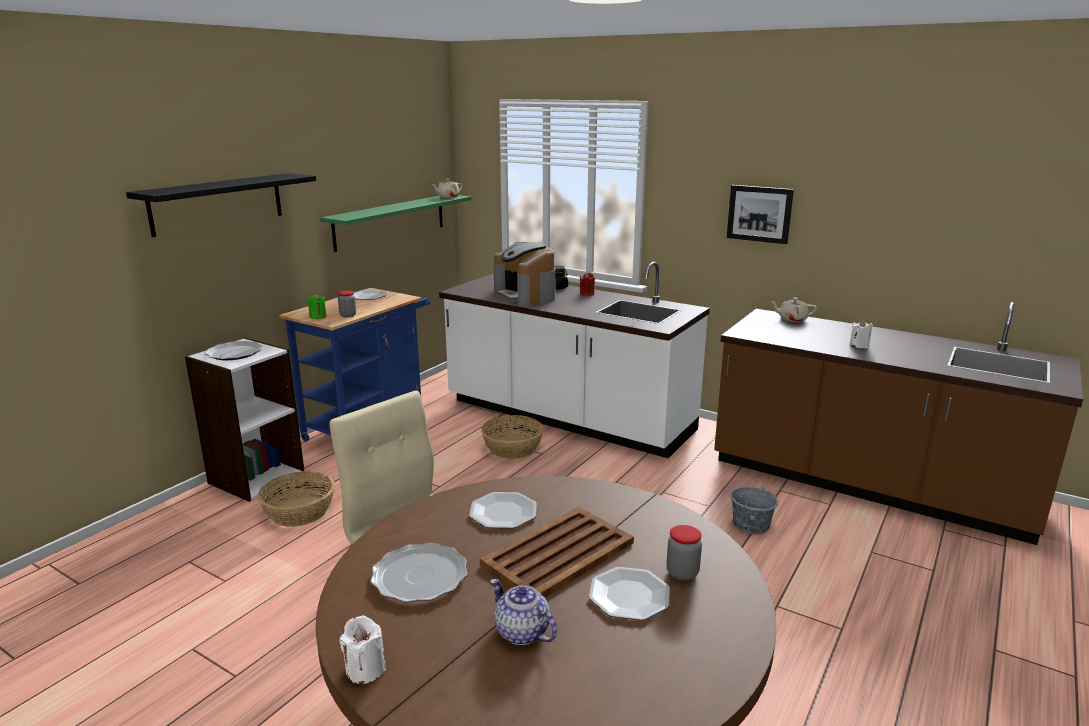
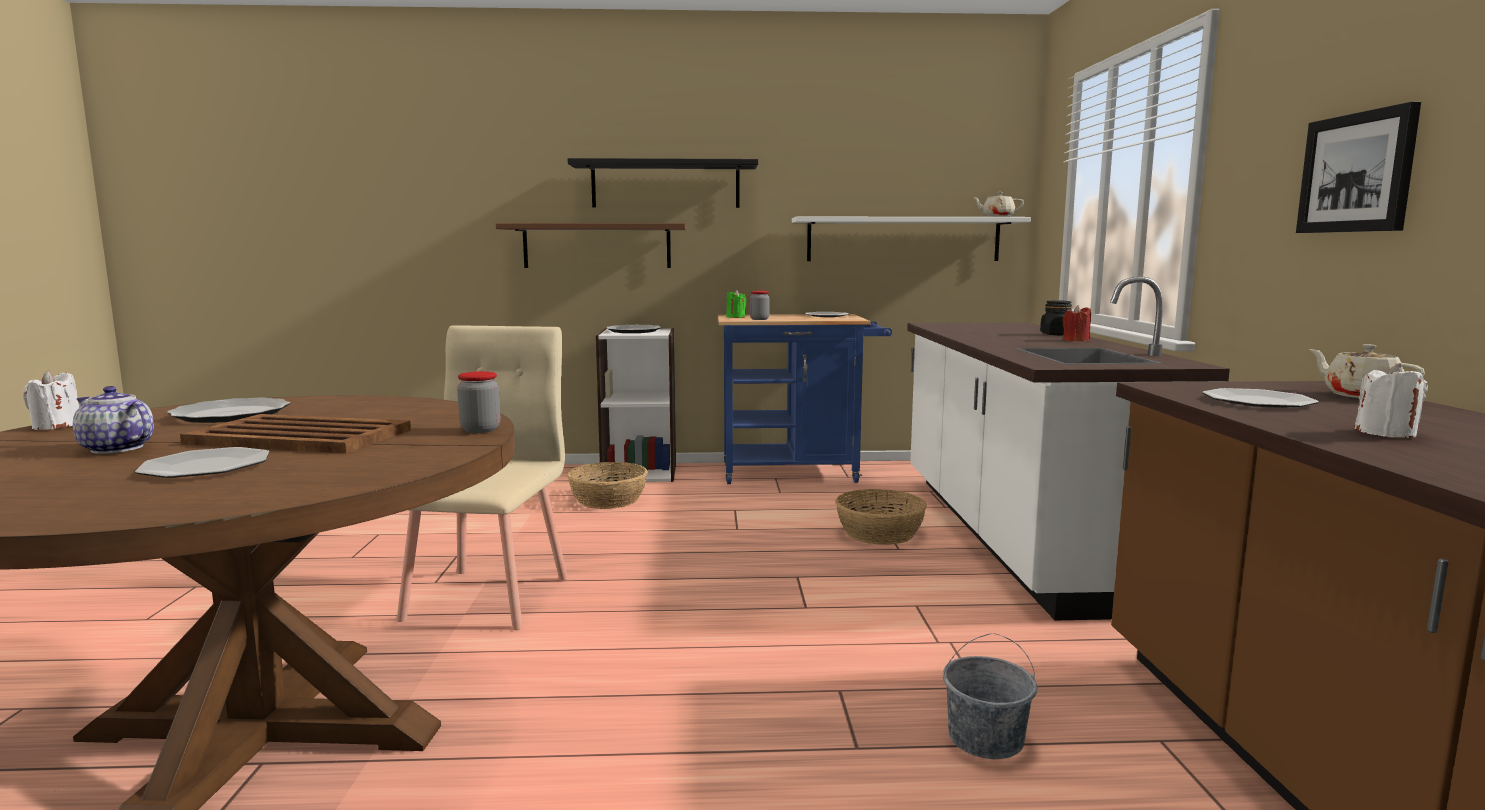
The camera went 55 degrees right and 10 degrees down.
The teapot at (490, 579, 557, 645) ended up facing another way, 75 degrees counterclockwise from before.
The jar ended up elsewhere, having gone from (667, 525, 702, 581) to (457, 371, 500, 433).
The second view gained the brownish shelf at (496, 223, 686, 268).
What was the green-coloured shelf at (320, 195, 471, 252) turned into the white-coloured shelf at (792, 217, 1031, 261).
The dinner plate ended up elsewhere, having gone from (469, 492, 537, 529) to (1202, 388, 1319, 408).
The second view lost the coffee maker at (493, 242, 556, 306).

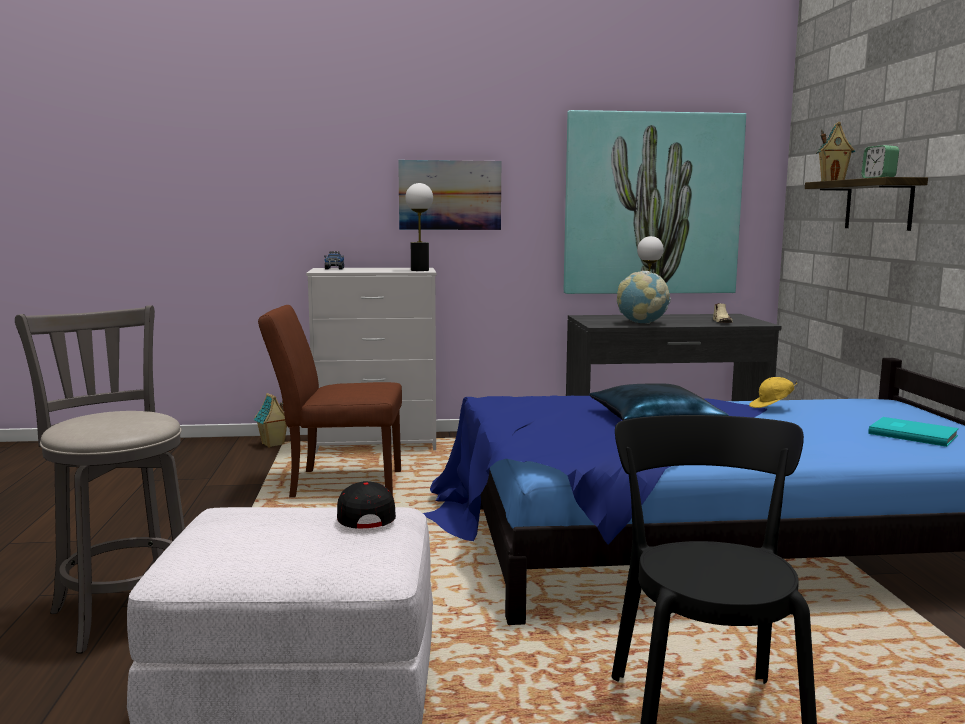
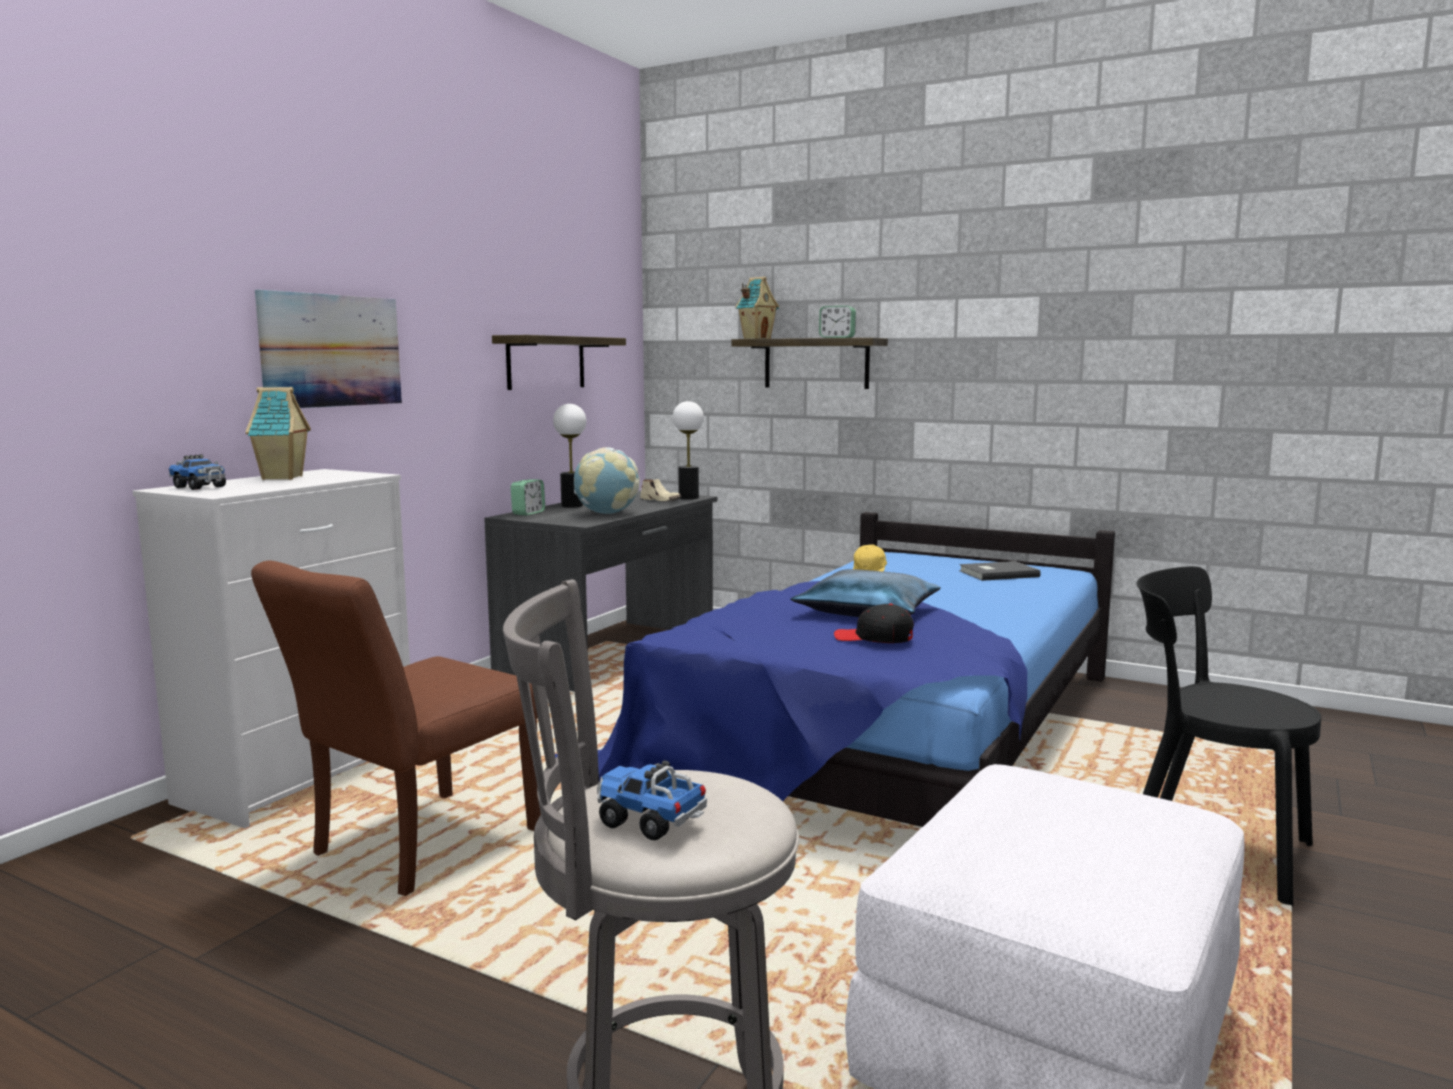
The camera went 55 degrees left and 0 degrees up.
The miniature house ended up elsewhere, having gone from (254, 393, 287, 448) to (245, 387, 311, 480).
Where the picture hung at (564, 110, 746, 294), the shelf came to hang at (492, 335, 626, 390).
The second view gained the bedside clock at (511, 480, 545, 515).
The second view gained the toy truck at (597, 760, 707, 840).
The tabletop lamp ended up elsewhere, having gone from (405, 183, 433, 271) to (673, 401, 704, 499).
The black baseball cap ended up elsewhere, having gone from (337, 481, 396, 529) to (834, 603, 914, 643).
What was the blue-green book at (868, 417, 959, 447) turned into the grey book at (959, 561, 1041, 581).

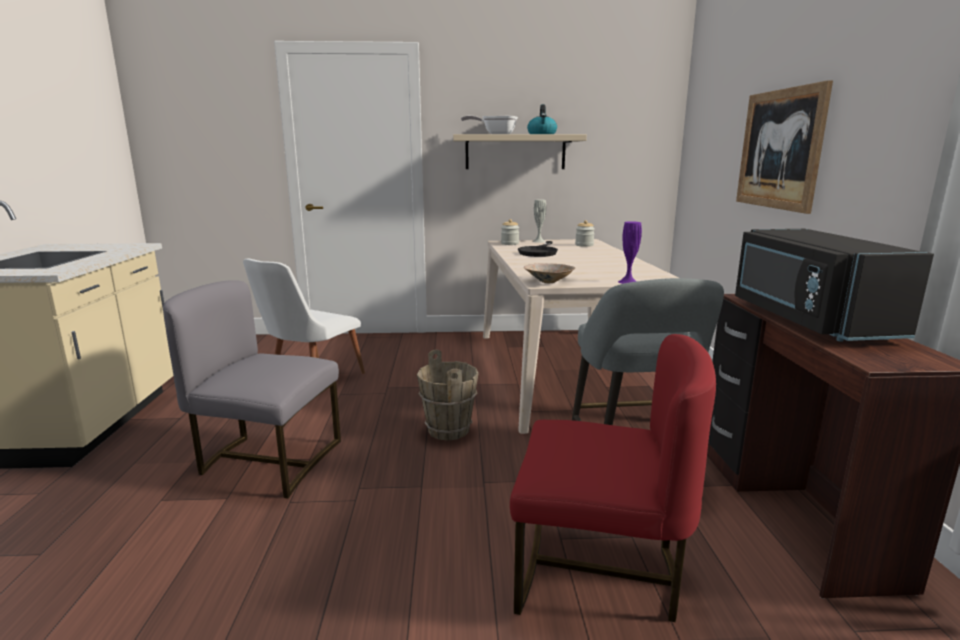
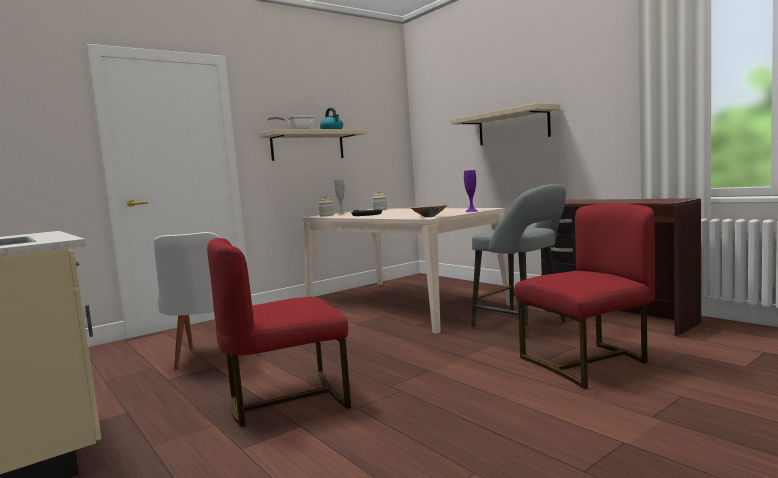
The camera went 35 degrees left and 10 degrees down.
What was the grey chair at (163, 280, 341, 499) turned into the red-coloured chair at (207, 238, 351, 427).
Where the picture hung at (736, 80, 833, 214), the beige-coloured shelf came to hang at (450, 103, 560, 145).
The second view lost the brownish bucket at (417, 349, 479, 441).
The second view lost the black kitchen microwave at (735, 229, 934, 342).

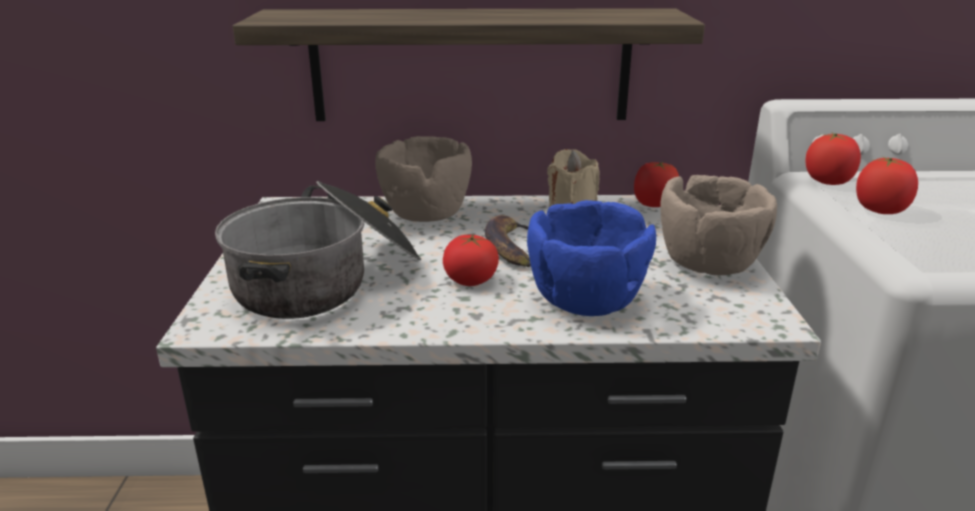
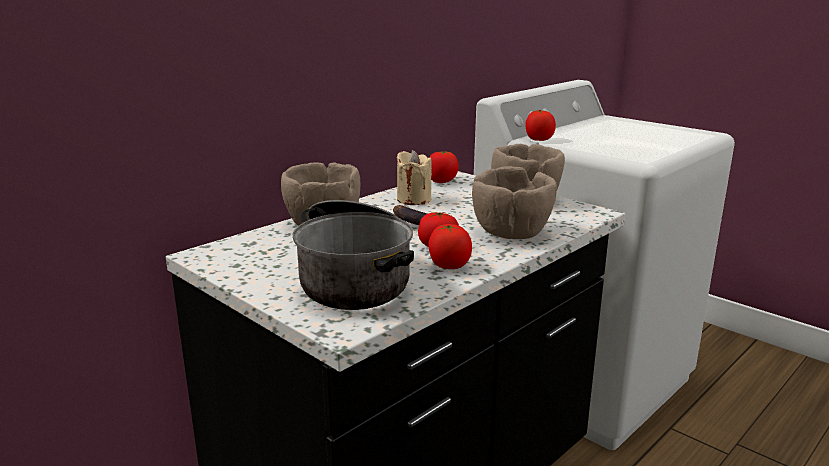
The camera went 45 degrees left and 5 degrees down.
The fresh tomato ended up elsewhere, having gone from (856, 156, 918, 214) to (428, 224, 472, 269).
What was the bluish deep dish at (527, 200, 656, 316) turned into the brownish deep dish at (472, 166, 557, 239).
The second view lost the shelf at (233, 8, 705, 121).

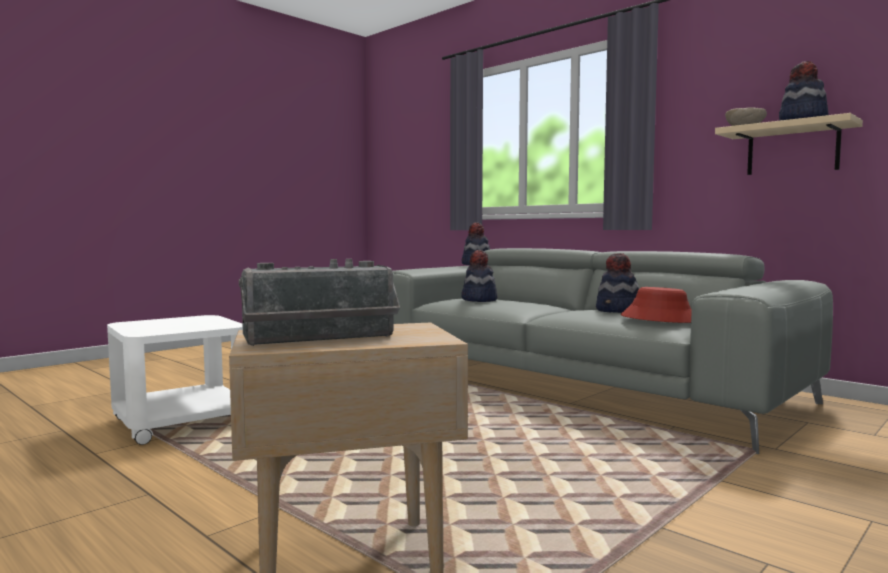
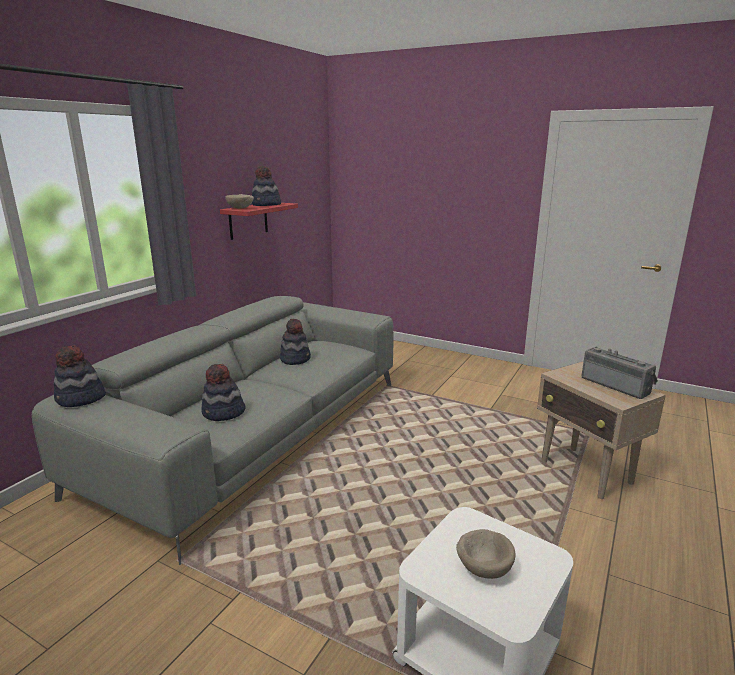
The camera went 105 degrees left and 15 degrees up.
What was the beige-coloured shelf at (715, 113, 863, 175) turned into the red-coloured shelf at (220, 203, 298, 240).
The second view gained the beige-coloured deep dish at (456, 529, 516, 579).
The second view lost the red-coloured wearable hat at (621, 287, 692, 323).

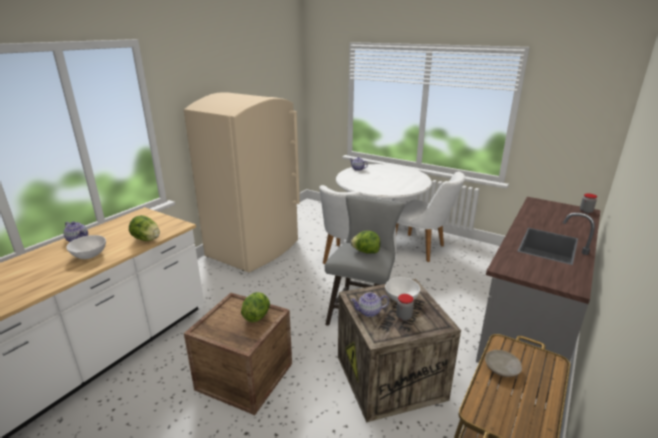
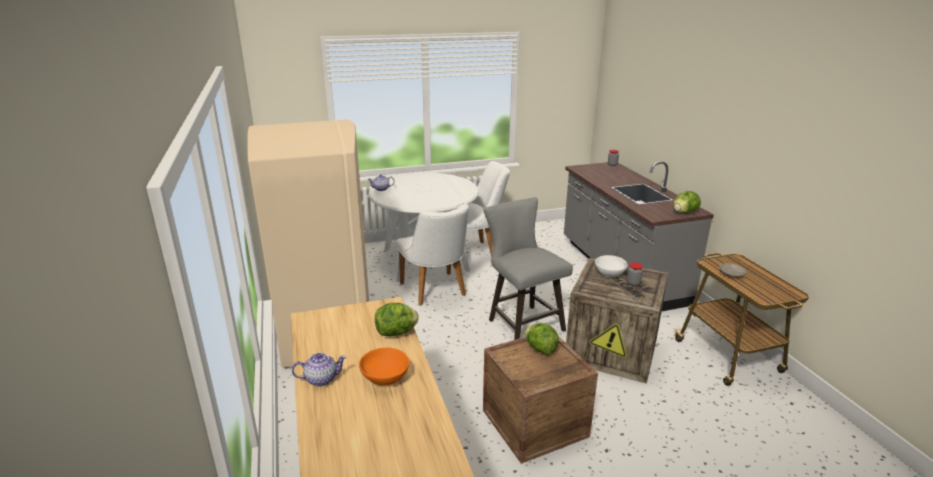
The camera went 50 degrees left and 0 degrees up.
What was the white-coloured deep dish at (66, 235, 106, 259) turned into the orangey deep dish at (359, 348, 409, 386).
The head of lettuce ended up elsewhere, having gone from (351, 231, 380, 254) to (673, 191, 701, 214).
The second view lost the teapot at (351, 292, 389, 317).

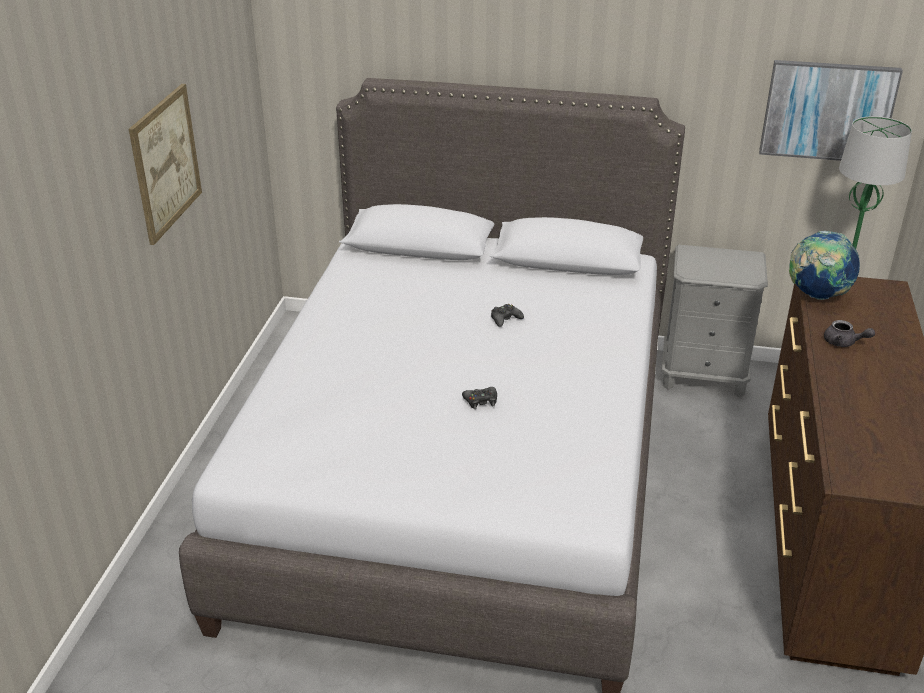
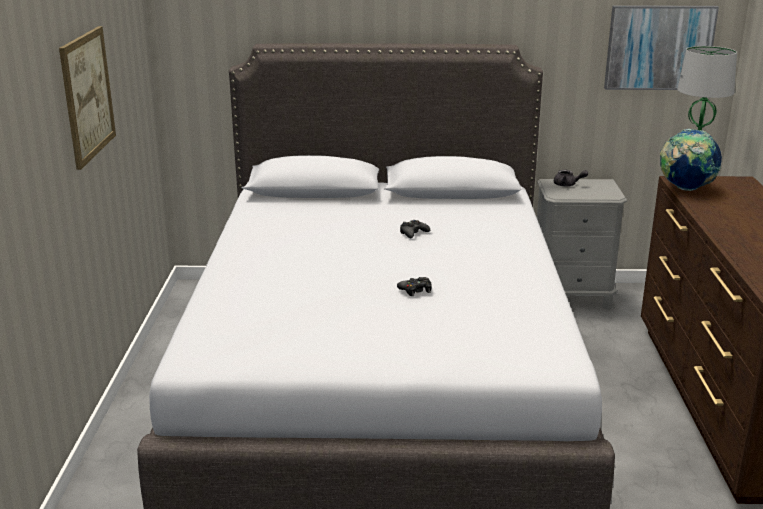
The camera went 10 degrees left and 10 degrees down.
The grey teapot ended up elsewhere, having gone from (824, 320, 875, 347) to (554, 170, 588, 187).

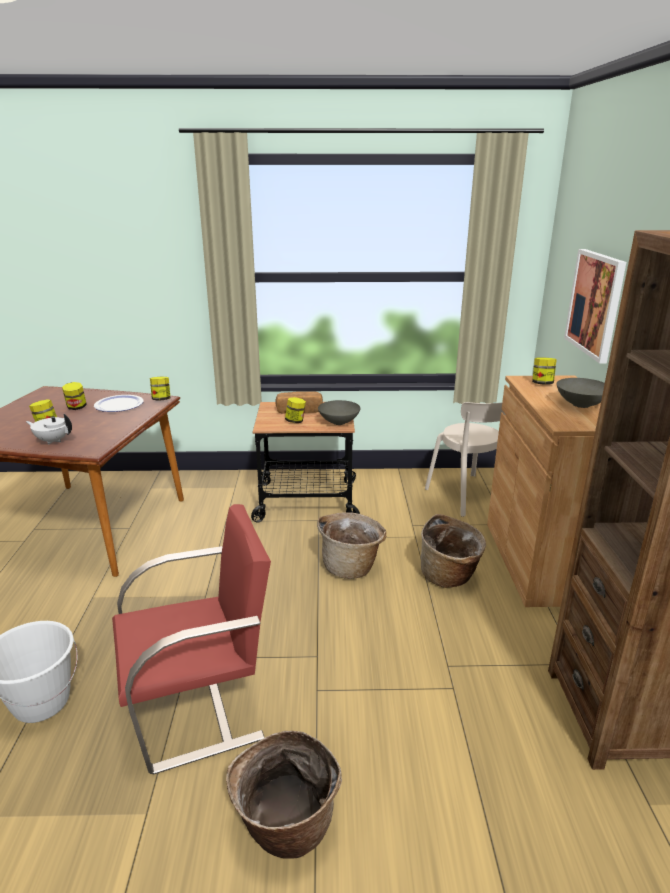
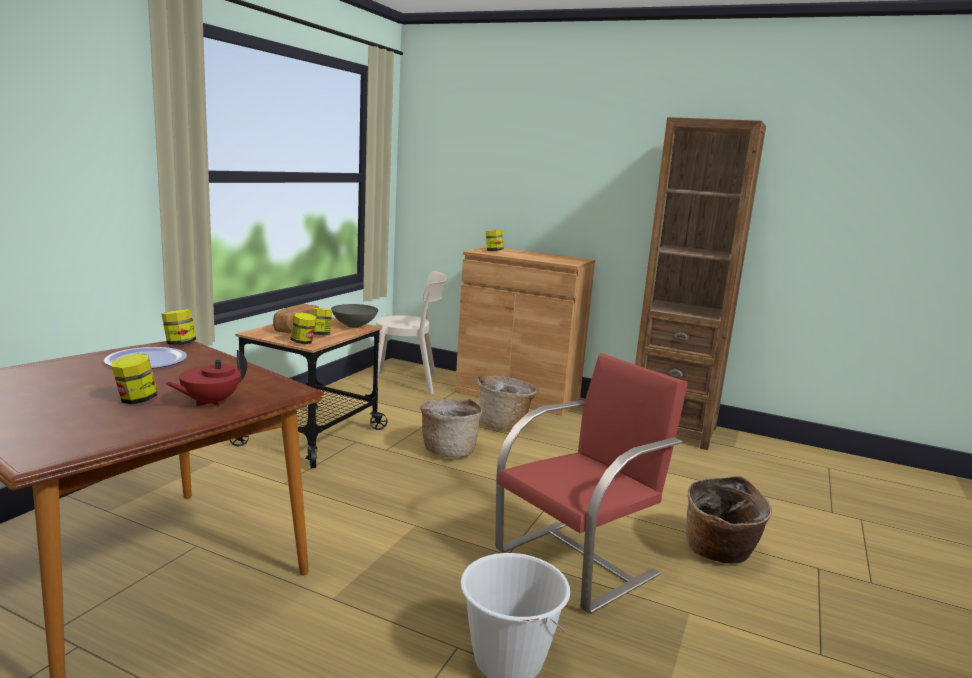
The camera went 65 degrees left and 10 degrees down.
What was the white-coloured teapot at (26, 414, 72, 445) turned into the red-coloured teapot at (165, 350, 247, 406).
The jar ended up elsewhere, having gone from (62, 382, 87, 410) to (290, 313, 316, 344).
The red-coloured chair at (112, 504, 271, 774) ended up facing another way, 45 degrees clockwise from before.
The second view lost the grey deep dish at (557, 378, 605, 408).
The second view lost the picture at (564, 249, 626, 363).

